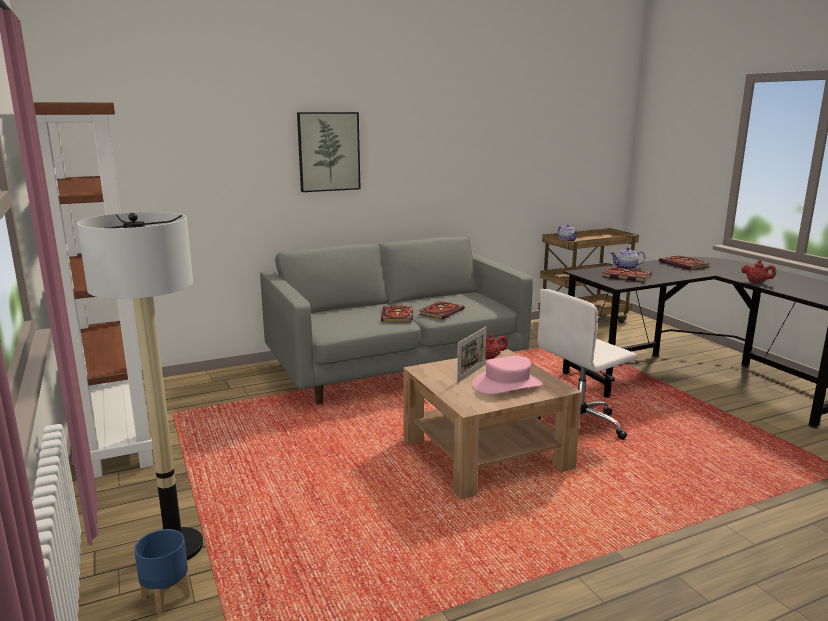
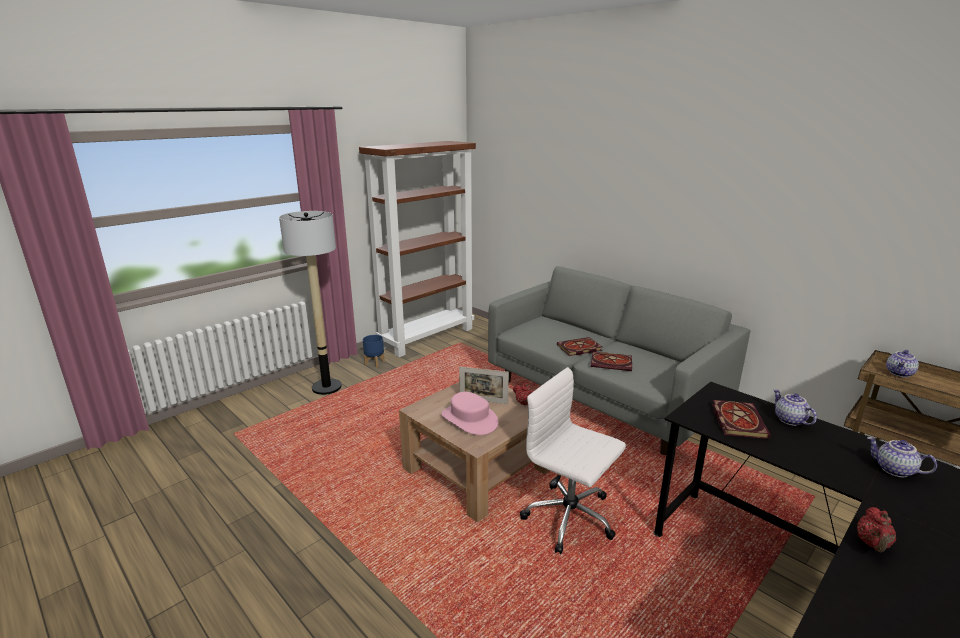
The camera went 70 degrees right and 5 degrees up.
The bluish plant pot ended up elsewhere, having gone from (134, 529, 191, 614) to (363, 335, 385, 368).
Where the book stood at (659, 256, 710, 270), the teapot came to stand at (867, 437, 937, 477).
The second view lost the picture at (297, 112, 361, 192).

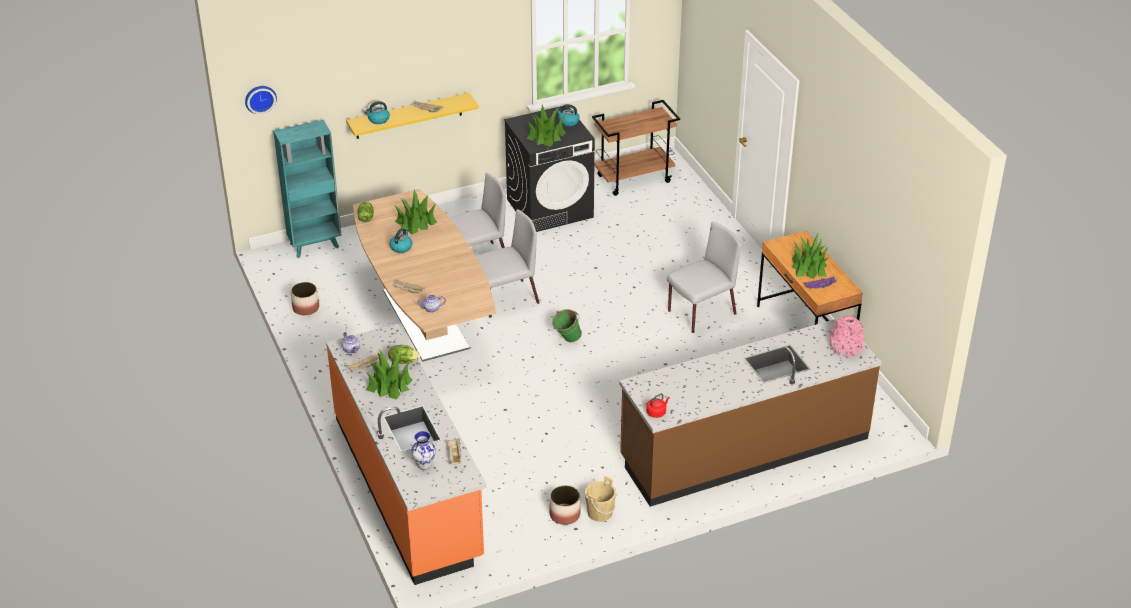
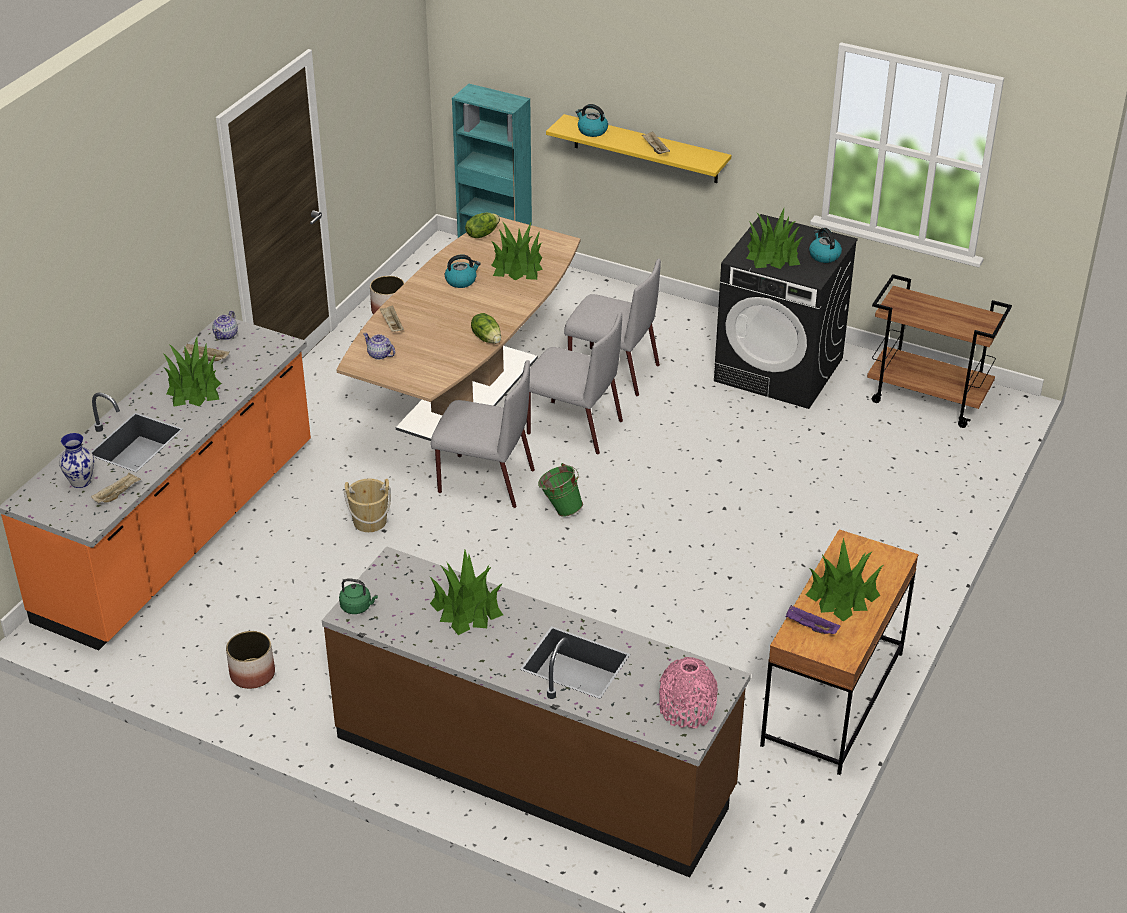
The camera went 50 degrees right and 0 degrees up.
What was the red-coloured kettle at (646, 393, 670, 418) turned into the green-coloured kettle at (339, 578, 378, 614).
The beige-coloured bucket ended up elsewhere, having gone from (585, 476, 616, 522) to (344, 479, 391, 532).
The second view gained the plant in a pot at (429, 550, 503, 635).
The grey chair ended up elsewhere, having gone from (667, 221, 741, 333) to (431, 360, 535, 508).
The head of lettuce ended up elsewhere, having gone from (388, 345, 420, 364) to (471, 313, 501, 344).
The second view lost the hanging clock at (245, 86, 277, 114).

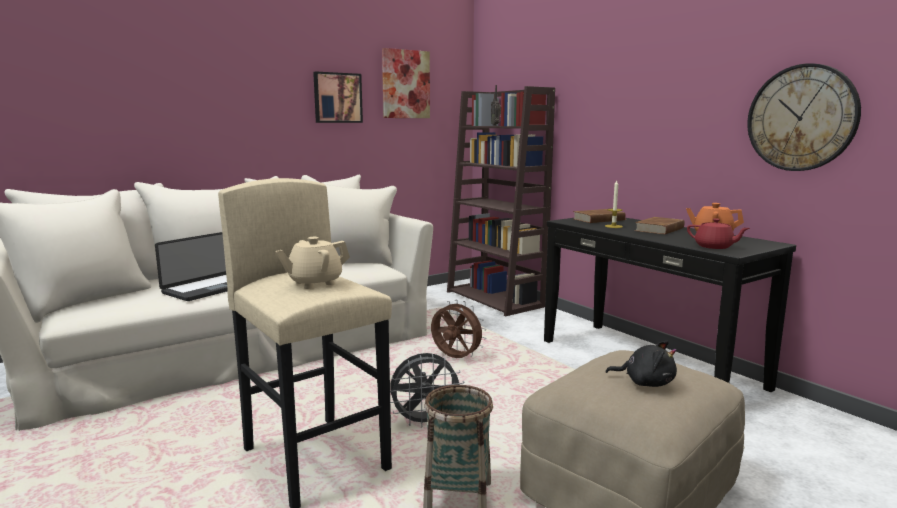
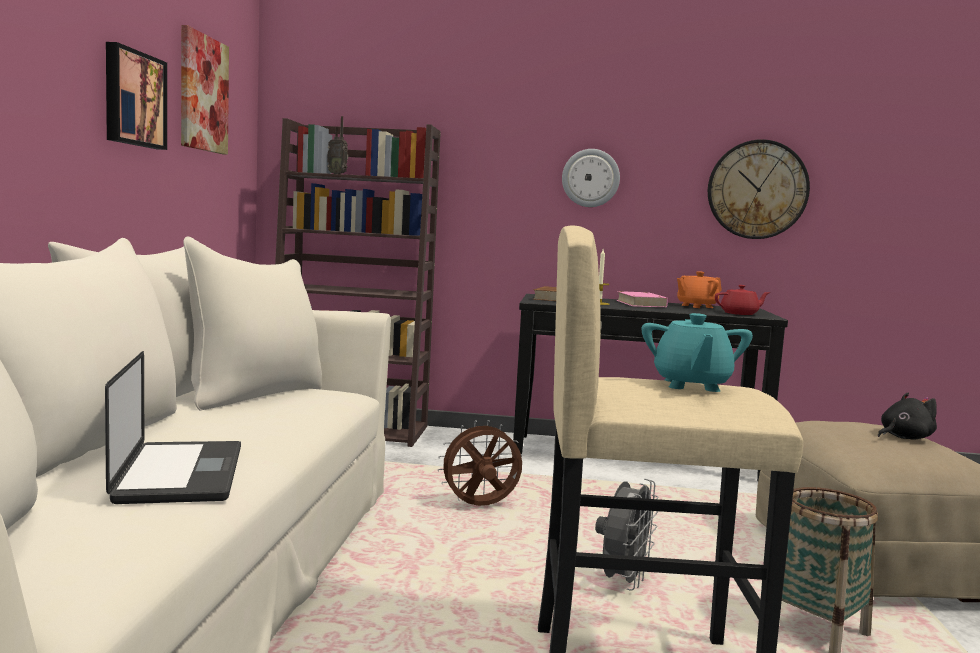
The camera went 50 degrees left and 5 degrees down.
The second view gained the hanging clock at (562, 149, 620, 207).
What was the brownish book at (634, 217, 685, 235) turned into the pink book at (616, 291, 668, 307).
What was the beige-coloured teapot at (275, 237, 350, 289) turned into the blue-green teapot at (642, 313, 753, 392).

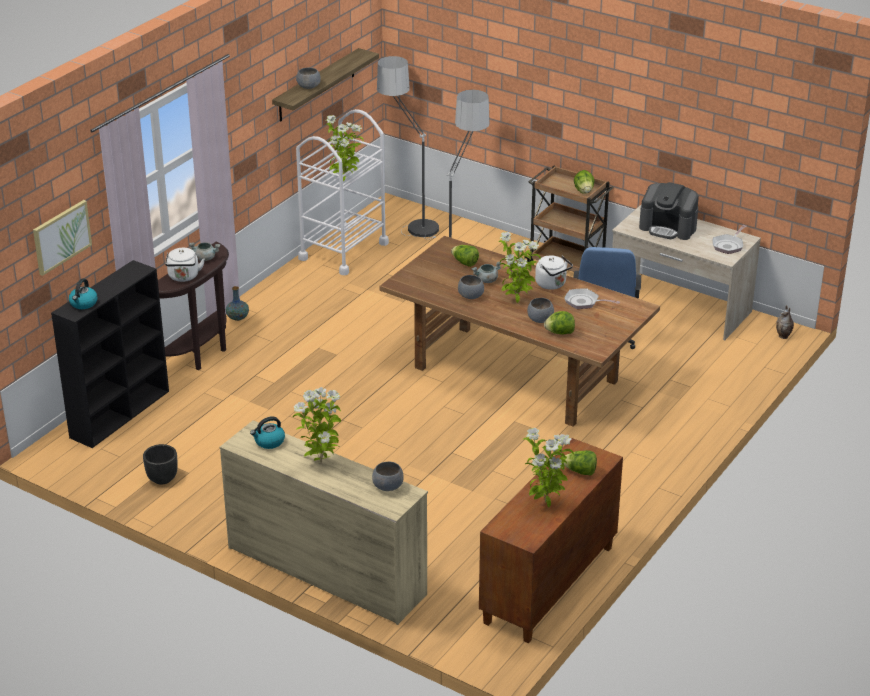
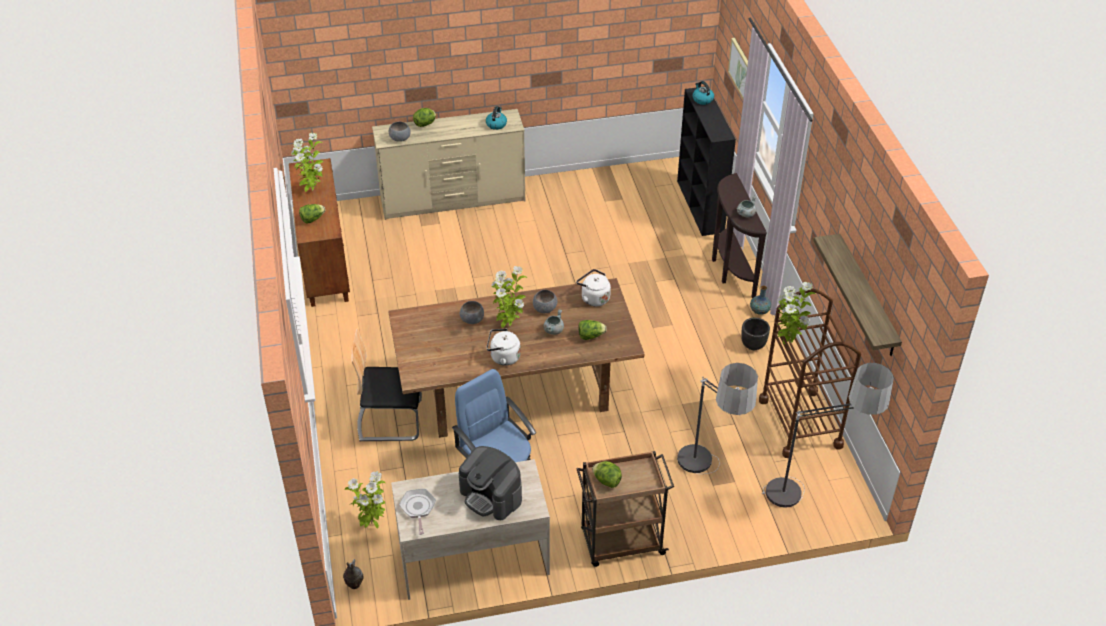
The camera went 135 degrees right and 10 degrees up.
The plant in a pot ended up elsewhere, having gone from (293, 387, 341, 464) to (344, 471, 386, 529).
The second view gained the chair at (351, 329, 422, 441).
The head of lettuce ended up elsewhere, having gone from (544, 311, 575, 335) to (413, 108, 436, 127).
The coffee maker at (639, 182, 699, 240) ended up facing another way, 120 degrees counterclockwise from before.
The white-coloured kettle ended up elsewhere, having gone from (165, 248, 205, 282) to (576, 269, 611, 306).
The black plant pot ended up elsewhere, having gone from (143, 444, 178, 484) to (741, 318, 770, 350).
What was the white-coloured trolley at (296, 109, 389, 275) turned into the brownish trolley at (759, 289, 861, 458).
The second view lost the grey deep dish at (296, 67, 321, 89).
The second view lost the pan at (564, 288, 620, 309).

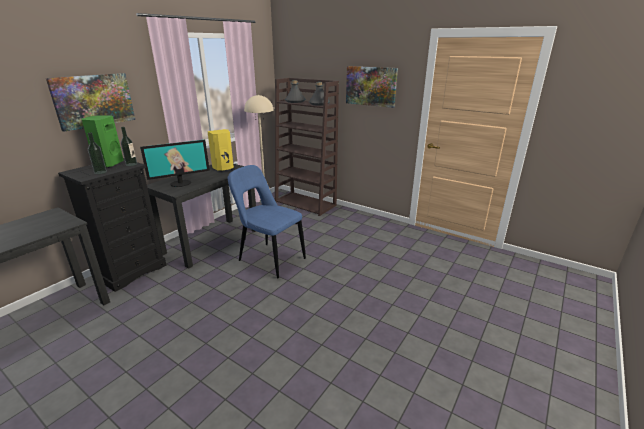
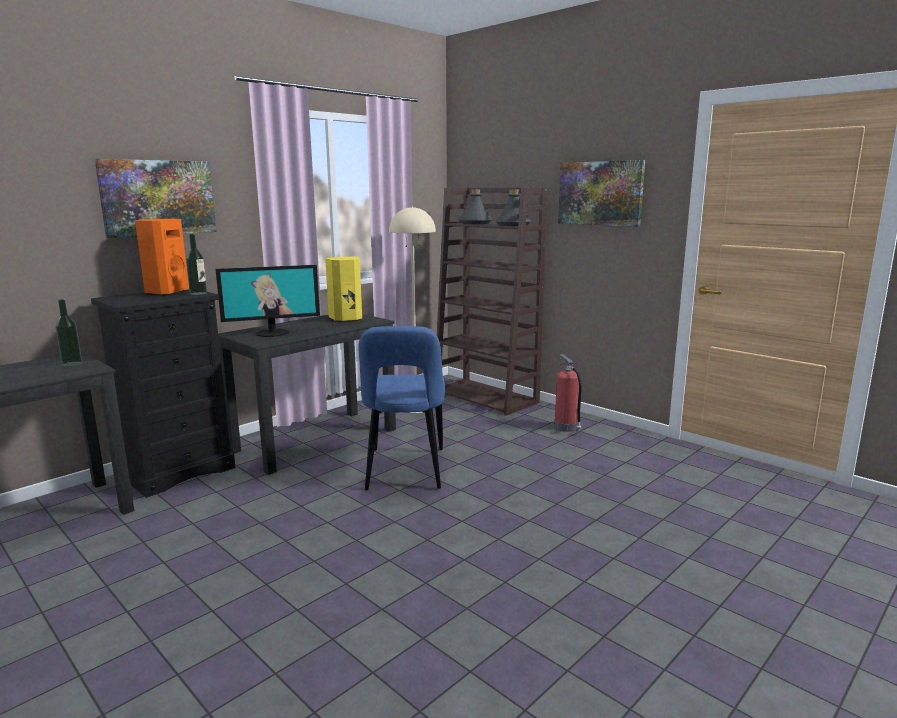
The camera went 10 degrees right and 10 degrees down.
The bottle ended up elsewhere, having gone from (88, 132, 107, 174) to (55, 299, 82, 367).
What was the green-coloured speaker at (82, 115, 124, 167) turned into the orangey speaker at (135, 219, 189, 295).
The bluish chair at (228, 165, 306, 279) ended up facing another way, 135 degrees counterclockwise from before.
The second view gained the extinguisher at (554, 354, 582, 432).

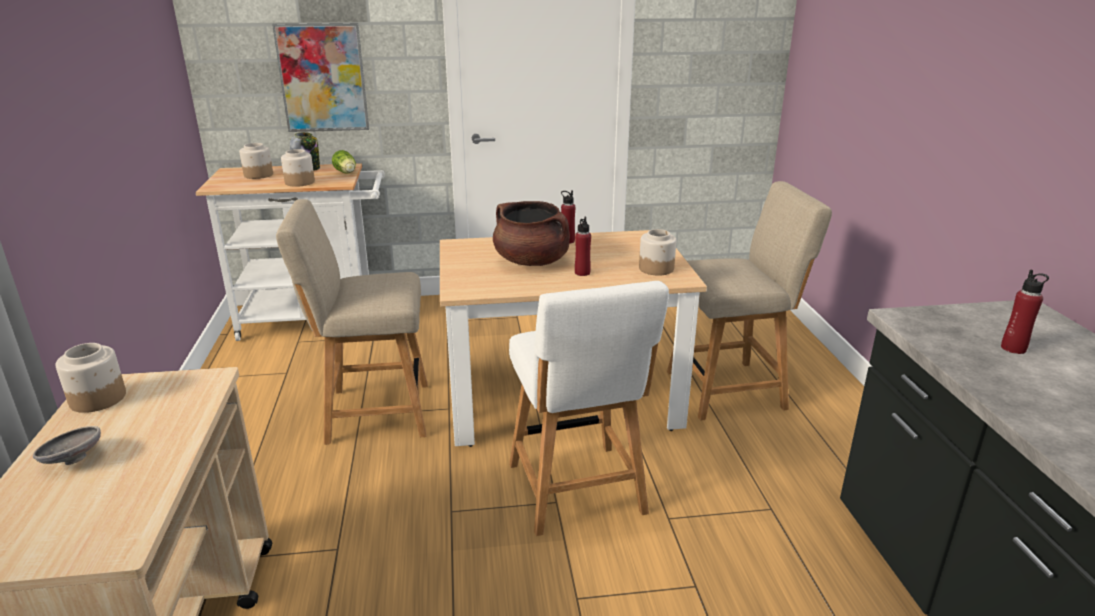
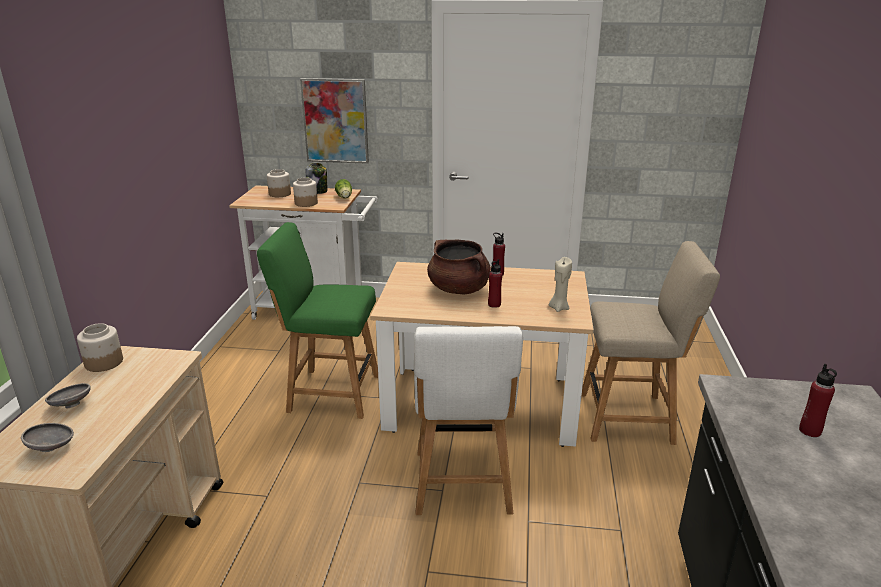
The camera went 15 degrees right and 0 degrees up.
The second view gained the grey deep dish at (21, 423, 74, 452).
What was the beige-coloured chair at (276, 199, 428, 445) turned into the green-coloured chair at (257, 222, 378, 419).
Where the jar stood at (639, 229, 676, 276), the beige-coloured wax candle came to stand at (549, 257, 572, 312).

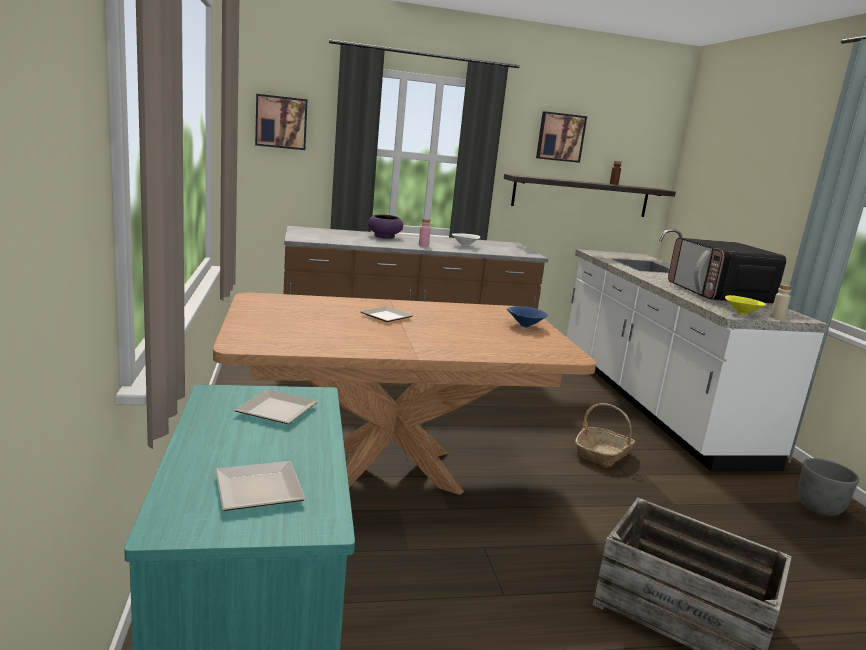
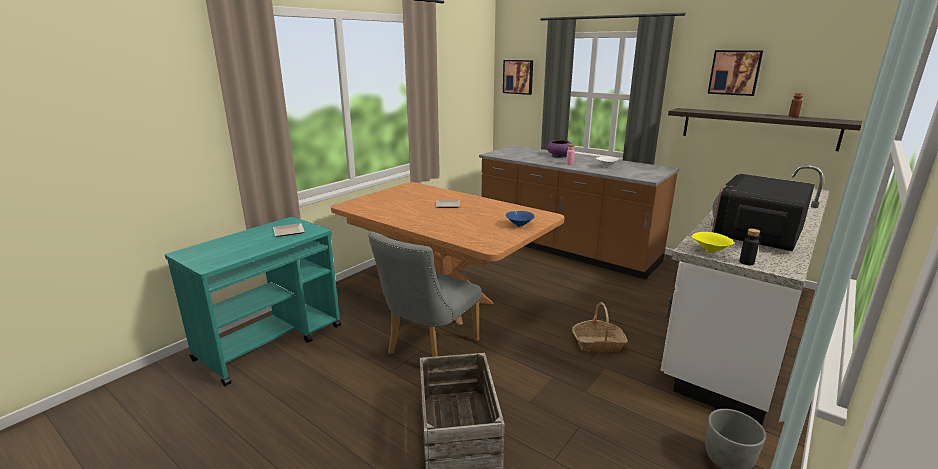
The camera went 50 degrees right and 5 degrees up.
The second view gained the grey chair at (368, 232, 482, 370).
What was the beige-coloured bottle at (771, 284, 792, 320) turned into the black bottle at (739, 229, 760, 265).
The second view lost the dinner plate at (215, 461, 306, 511).

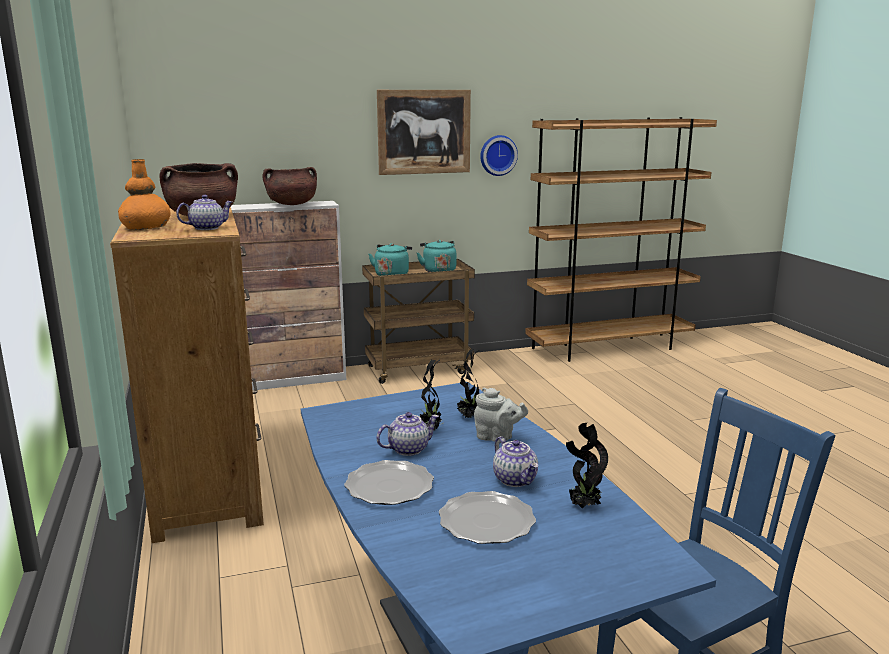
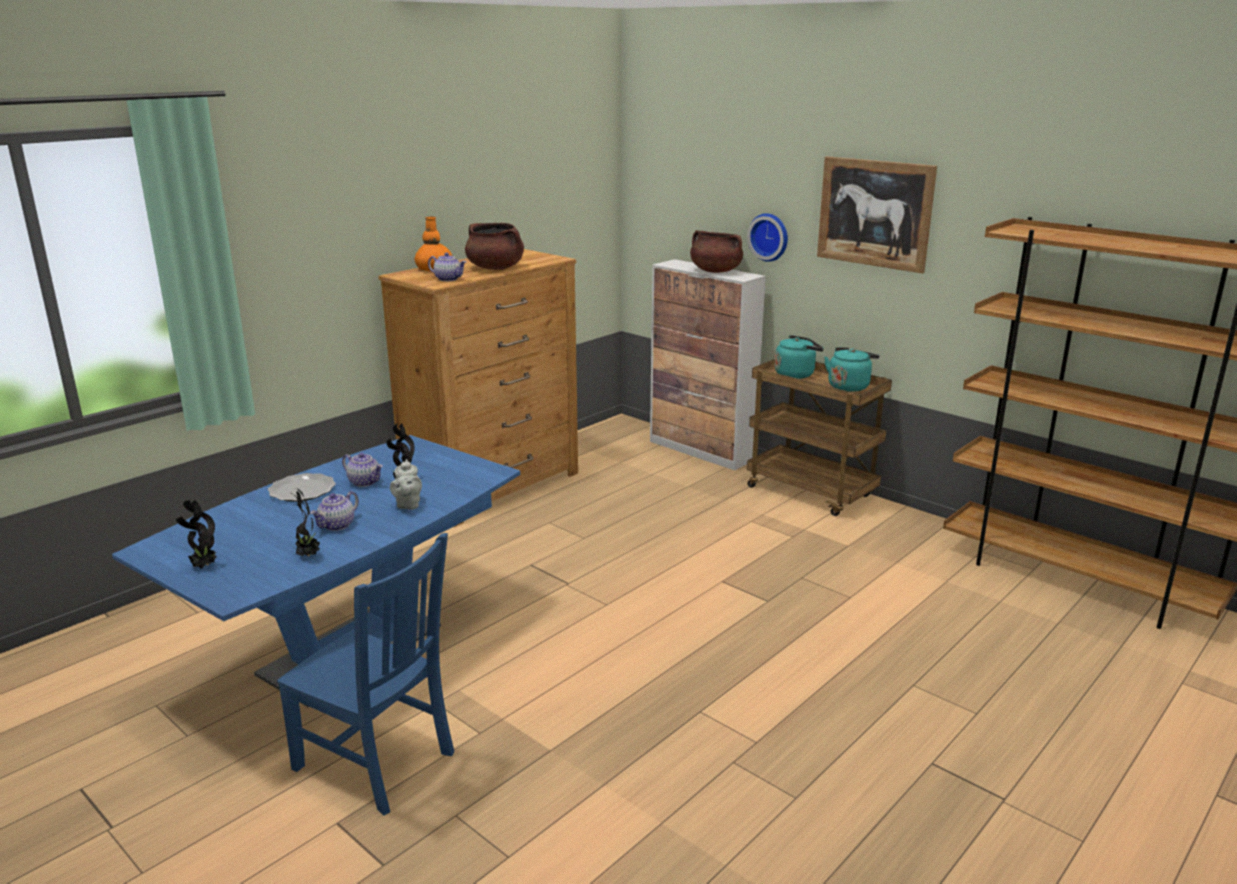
The camera went 60 degrees right and 5 degrees up.
The plant in a pot ended up elsewhere, having gone from (457, 349, 479, 418) to (176, 500, 217, 569).
The hanging clock ended up elsewhere, having gone from (480, 135, 518, 176) to (747, 213, 788, 262).
The second view lost the dinner plate at (439, 491, 536, 544).

